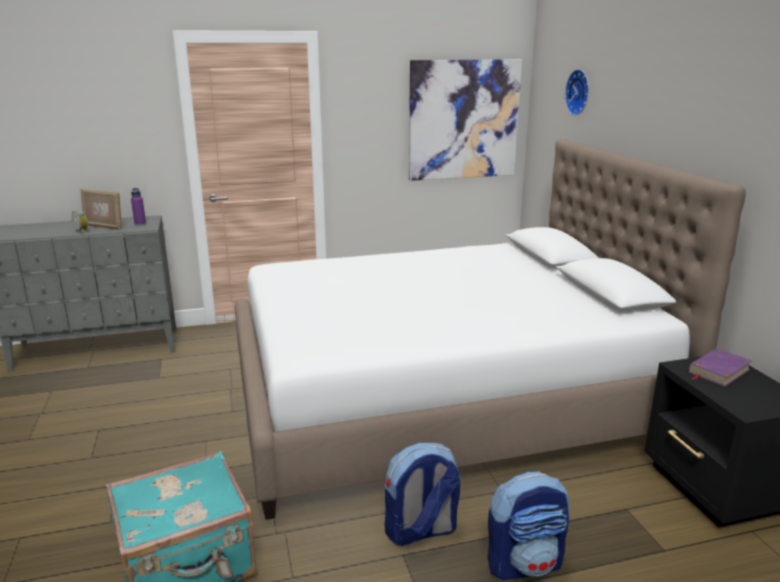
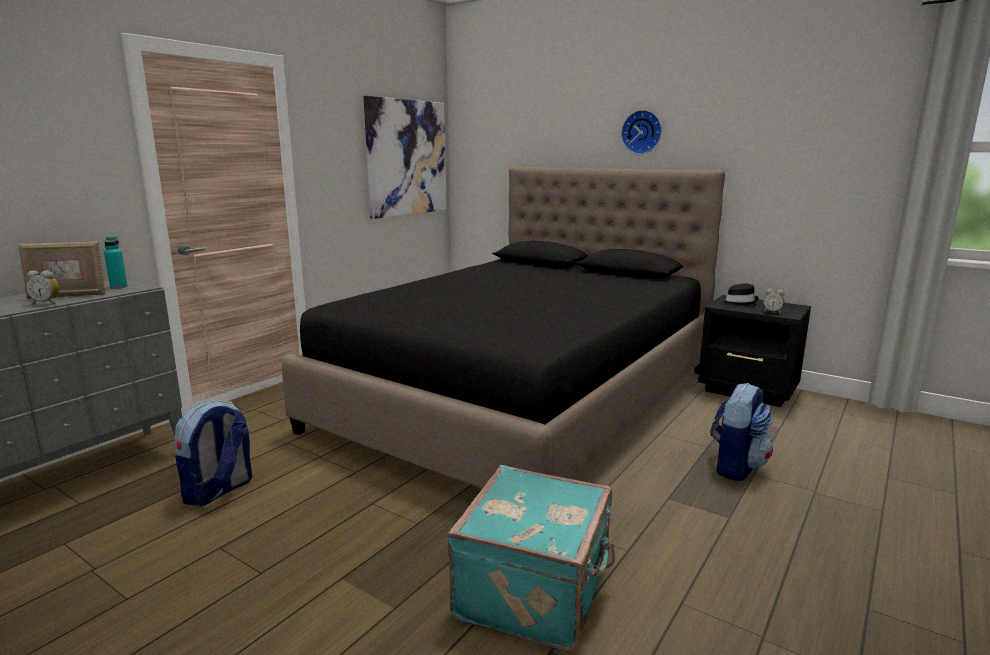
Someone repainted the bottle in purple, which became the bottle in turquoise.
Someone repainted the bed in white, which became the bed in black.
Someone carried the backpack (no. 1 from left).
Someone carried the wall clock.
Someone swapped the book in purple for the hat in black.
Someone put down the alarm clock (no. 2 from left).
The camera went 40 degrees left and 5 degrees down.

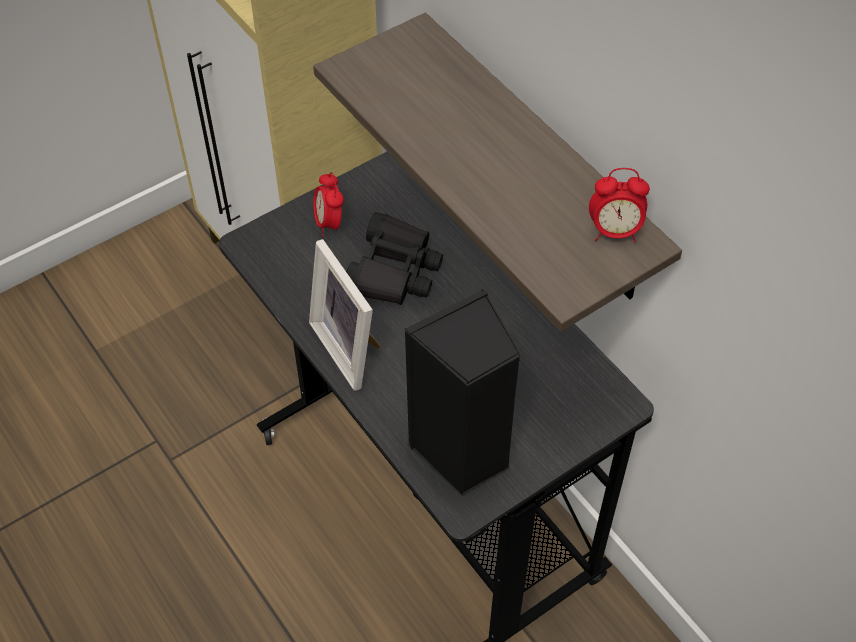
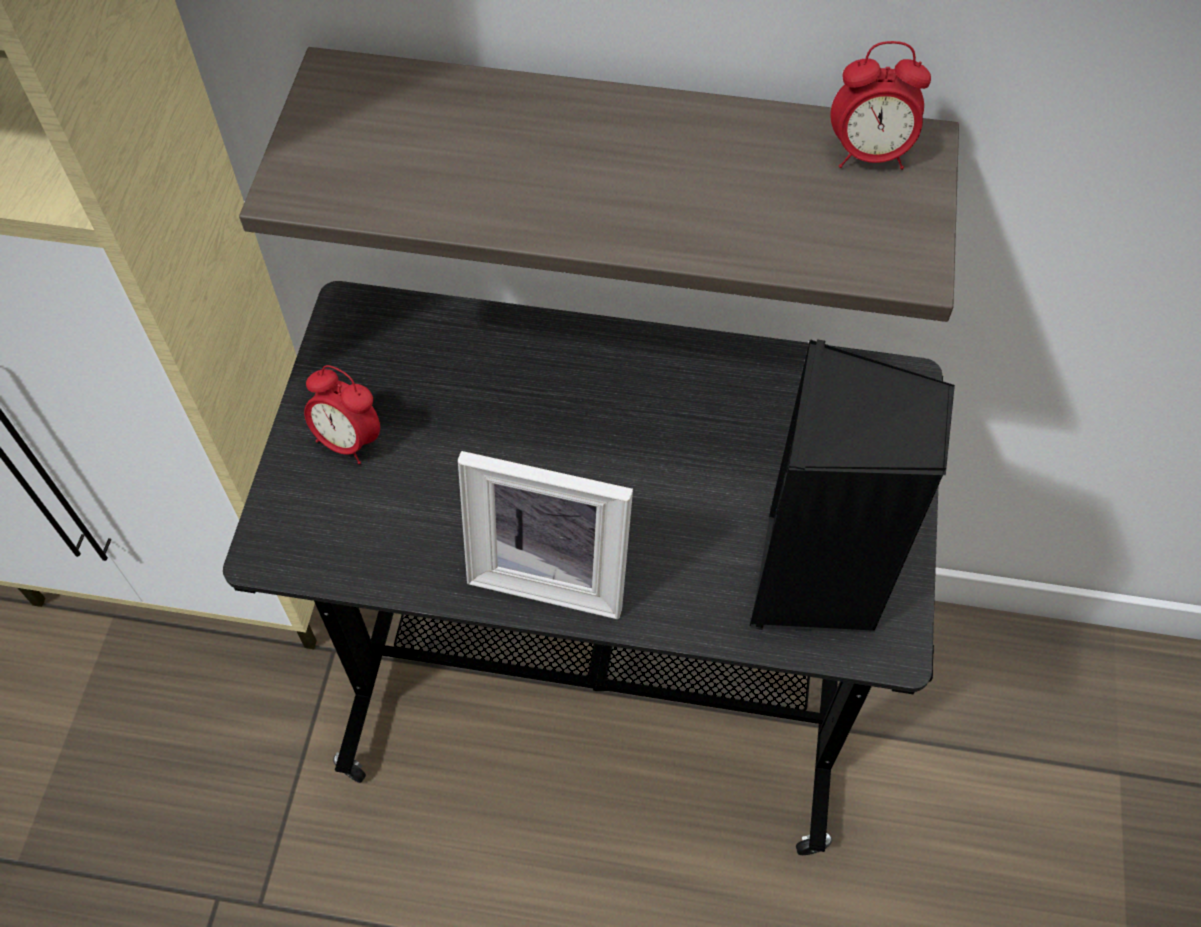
Someone took away the binoculars in black.
Someone rotated the alarm clock (no. 2 from left) by 45 degrees clockwise.
The camera went 45 degrees left and 5 degrees up.

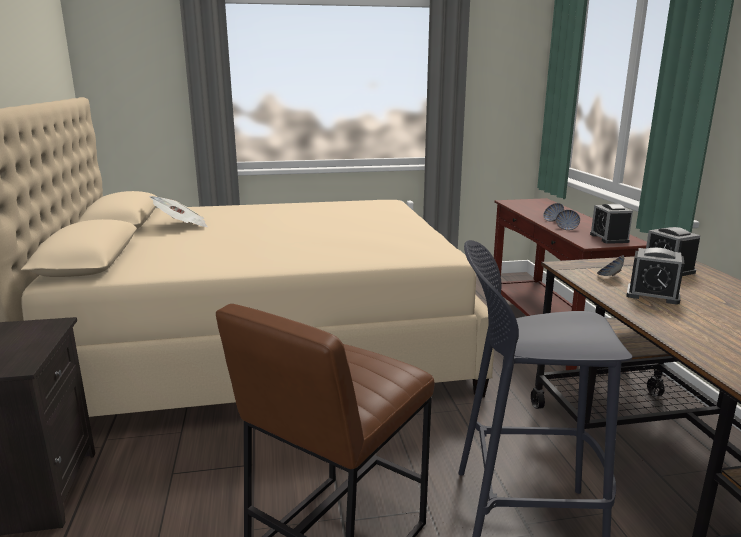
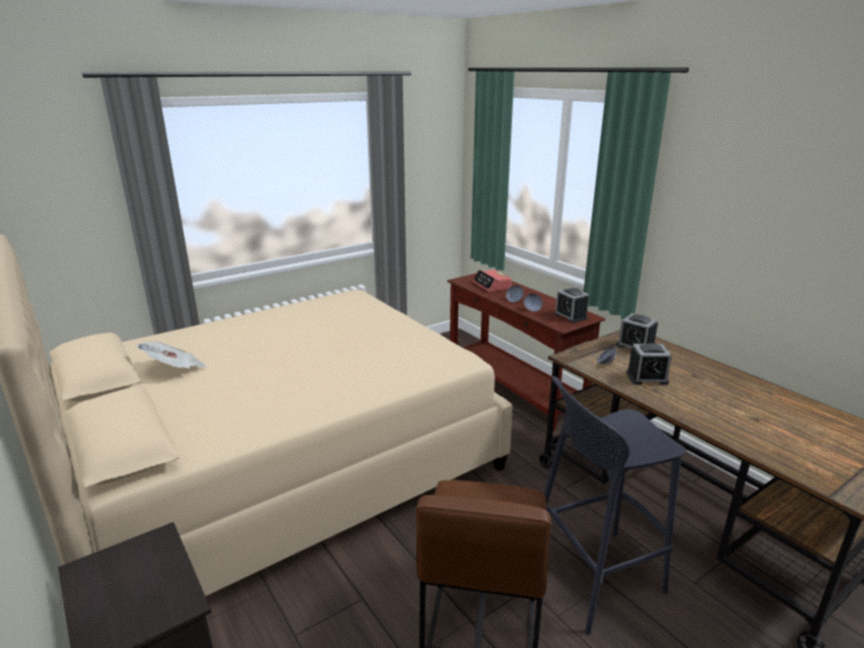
Someone put down the alarm clock (no. 1 from left).
The camera went 25 degrees left and 5 degrees up.

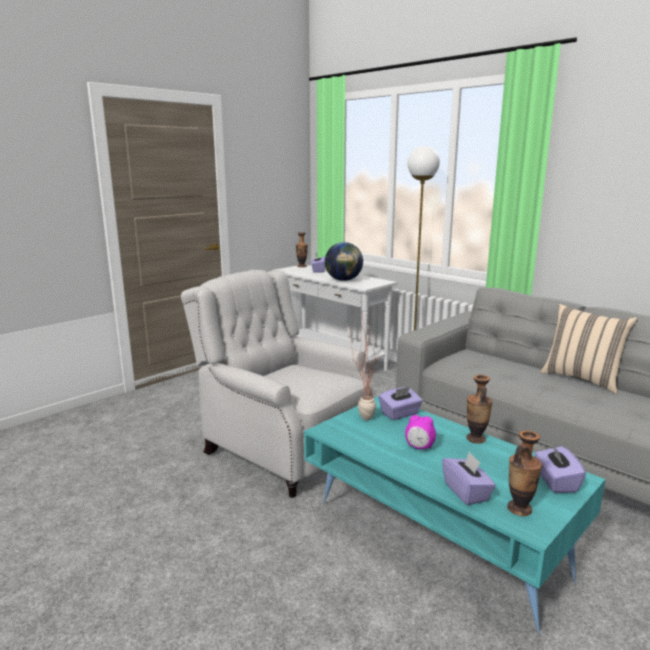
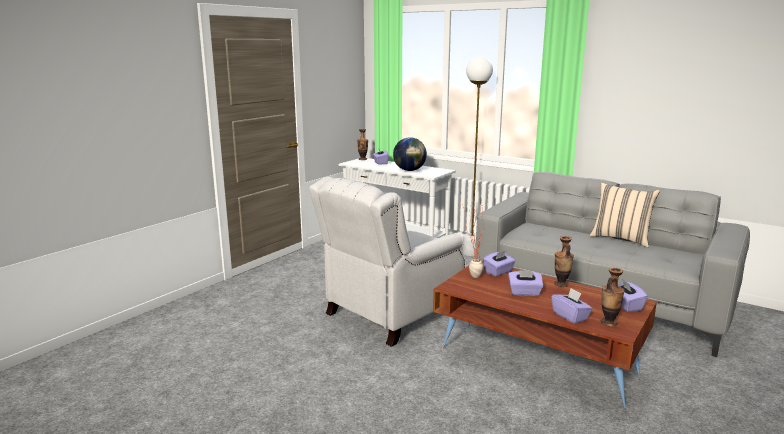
Someone rotated the armchair in white by 75 degrees counterclockwise.
Someone repainted the coffee table in turquoise, which became the coffee table in brown.
Someone swapped the alarm clock for the tissue box in purple (no. 3 from left).
The camera went 10 degrees left and 0 degrees up.

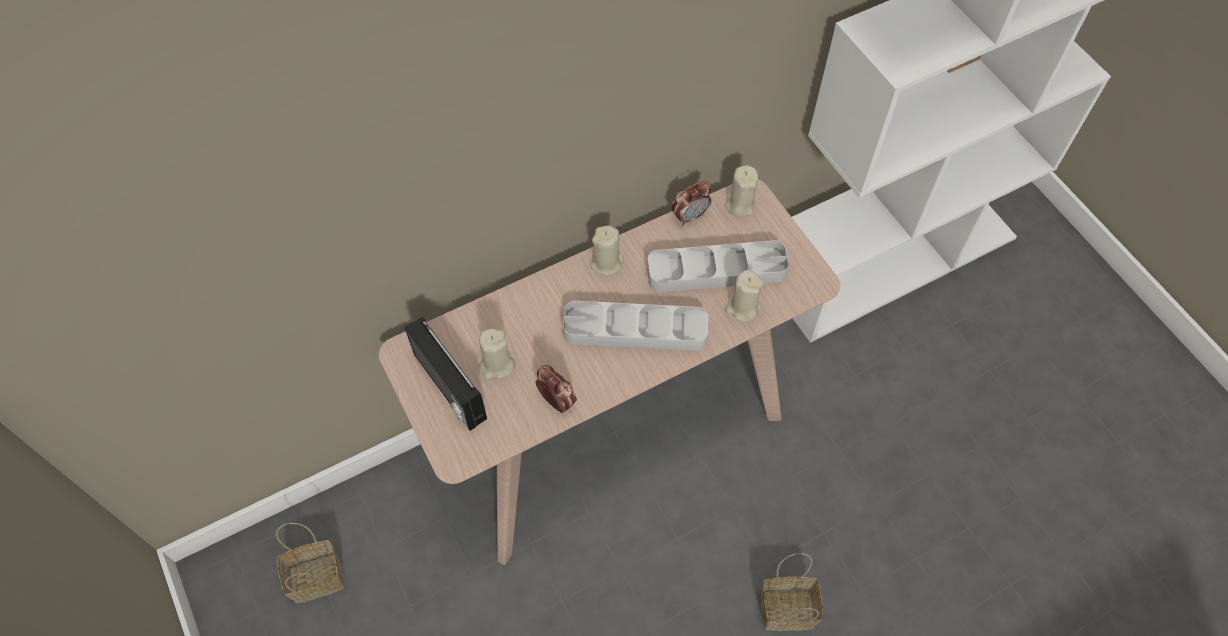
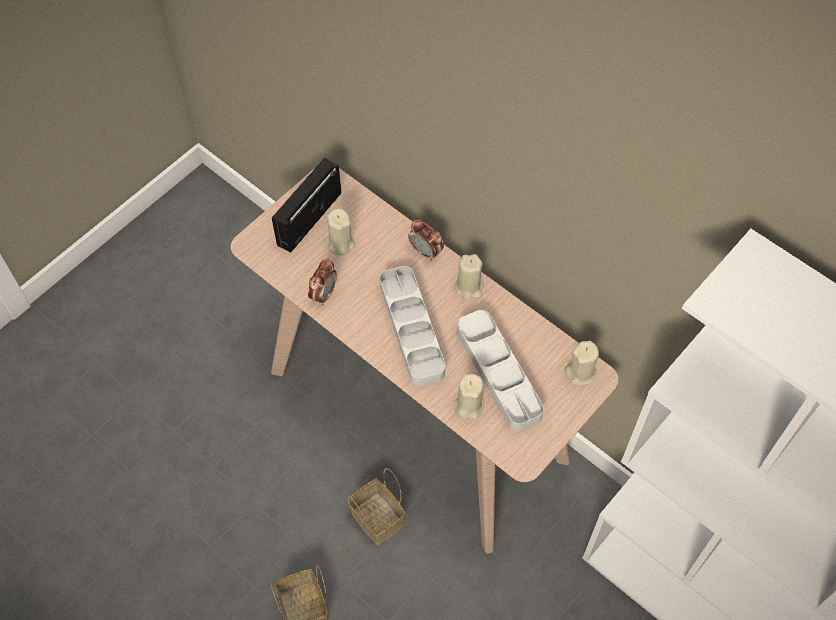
Someone carried the basket (no. 1 from left in the first image).
Someone carried the alarm clock (no. 2 from left).
The camera went 70 degrees right and 0 degrees up.

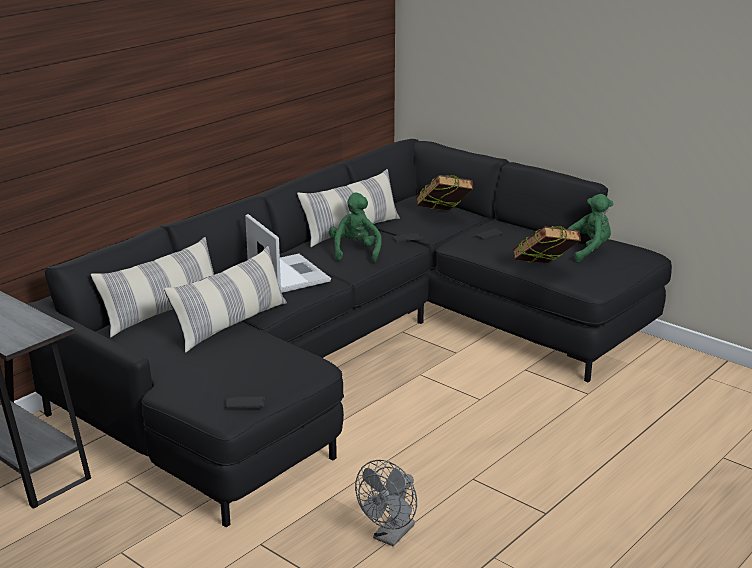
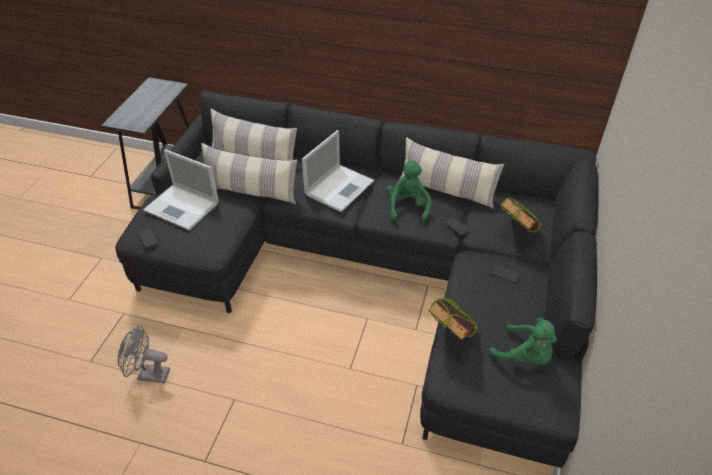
Someone rotated the plush toy in green (no. 1 from left) by 60 degrees counterclockwise.
Someone put down the laptop (no. 1 from left).
The camera went 65 degrees right and 20 degrees up.

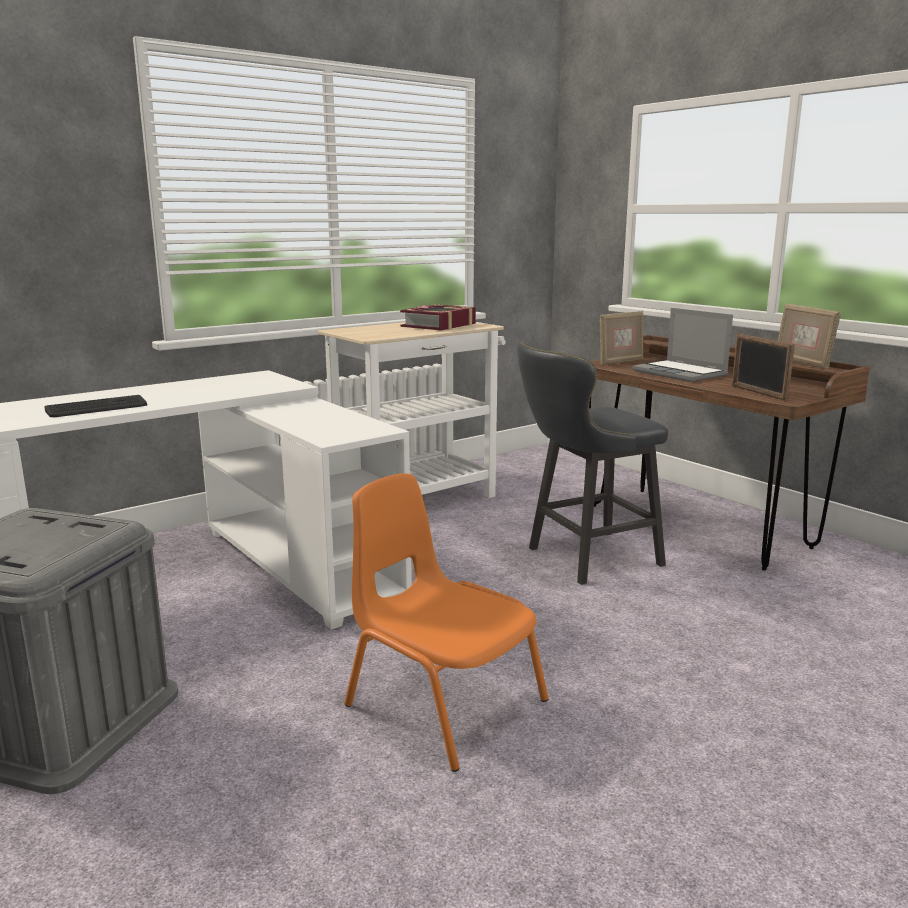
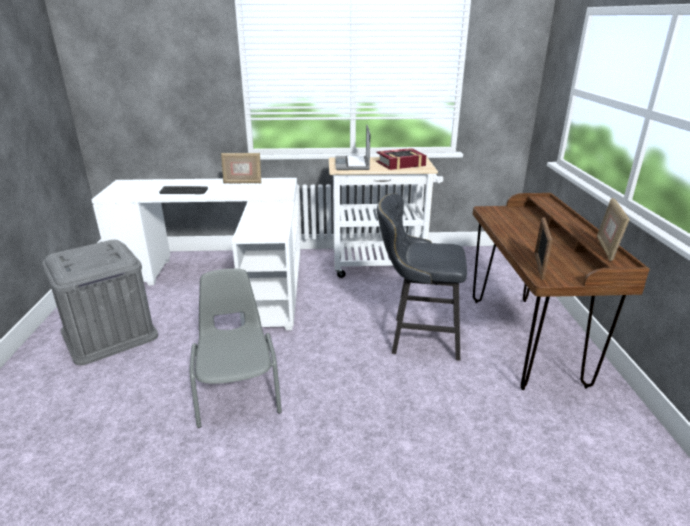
Someone repainted the chair in orange, which became the chair in grey.
Someone carried the picture frame (no. 1 from left).
Someone carried the laptop.
The camera went 35 degrees right and 10 degrees up.

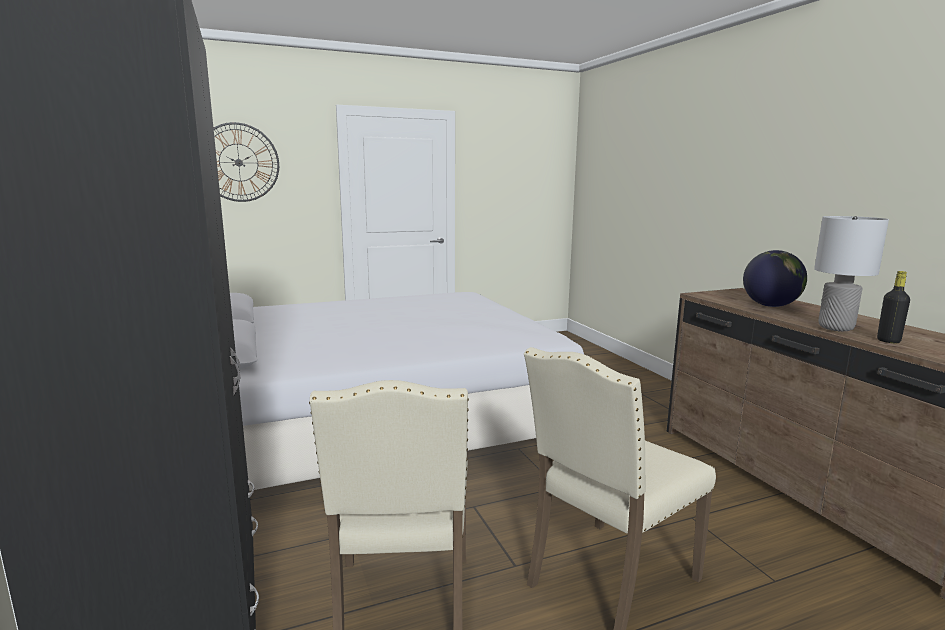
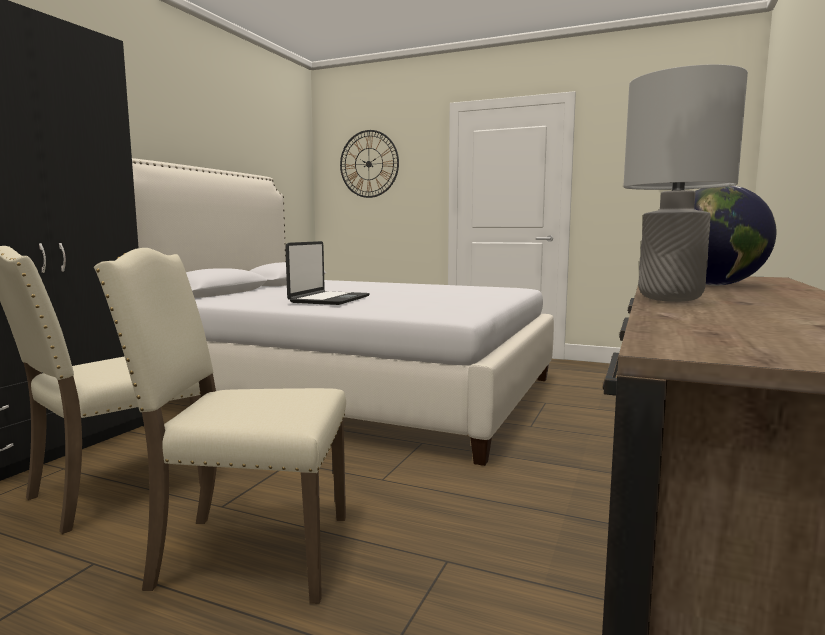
Someone took away the bottle in black.
Someone put down the laptop.
The camera went 45 degrees right and 5 degrees down.

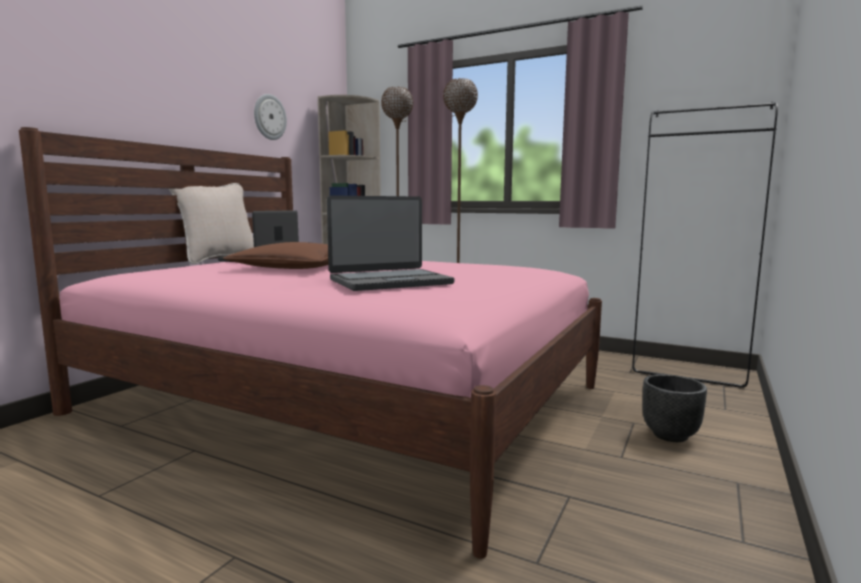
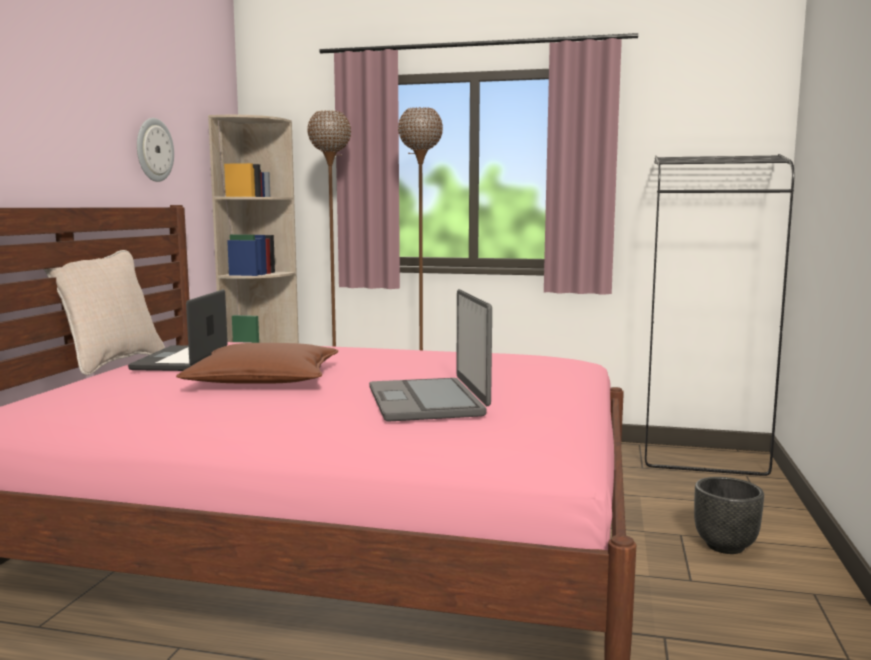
Someone rotated the laptop (no. 2 from left) by 120 degrees clockwise.
The camera went 15 degrees left and 0 degrees up.

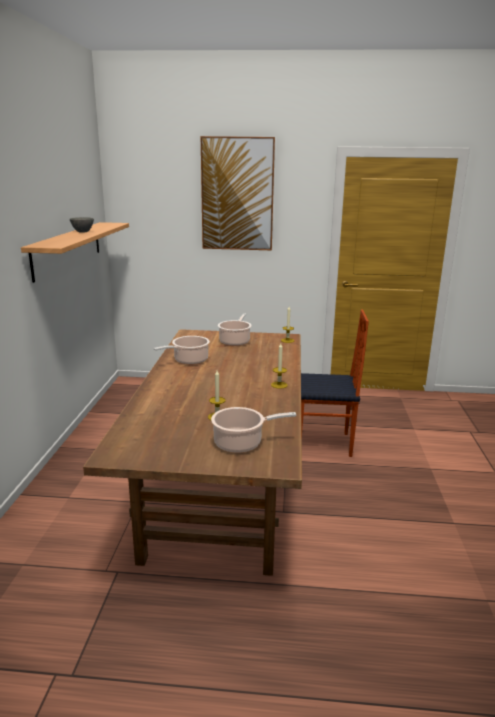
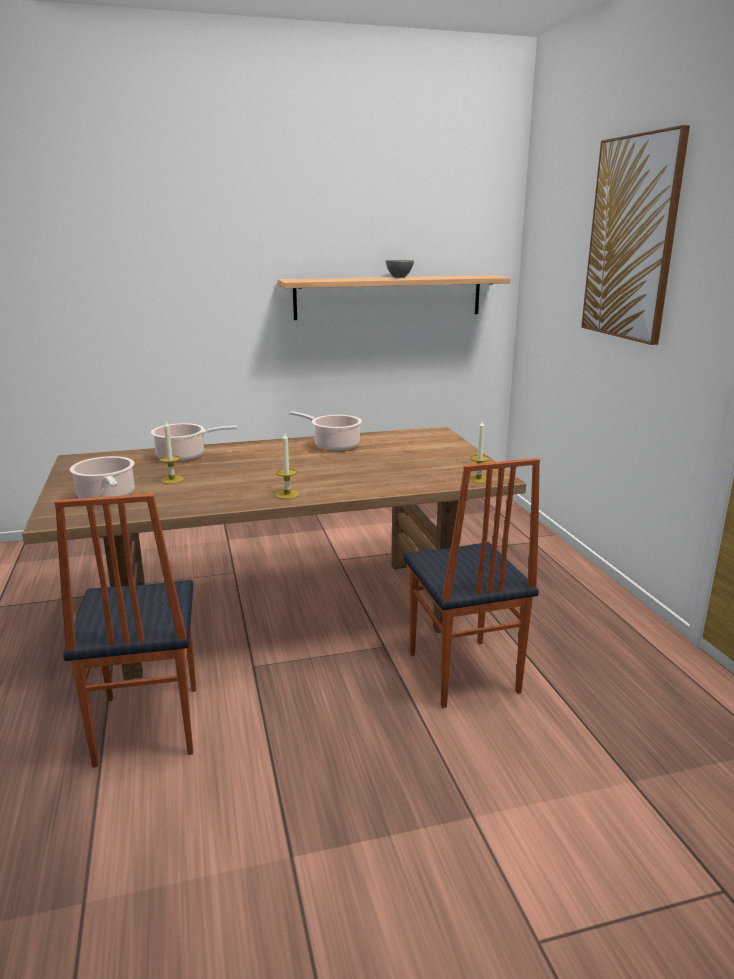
Someone carried the cooking pot (no. 2 from left).
Someone put down the chair (no. 1 from left).
The camera went 70 degrees right and 0 degrees up.

